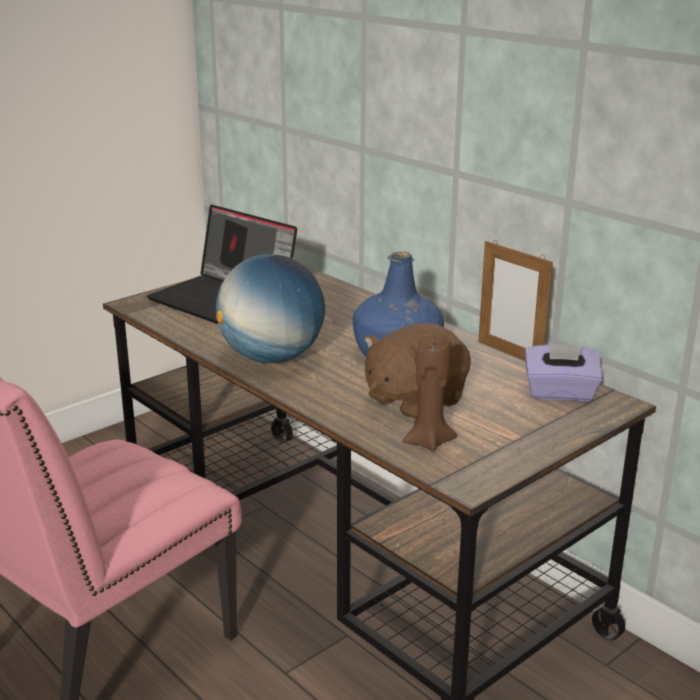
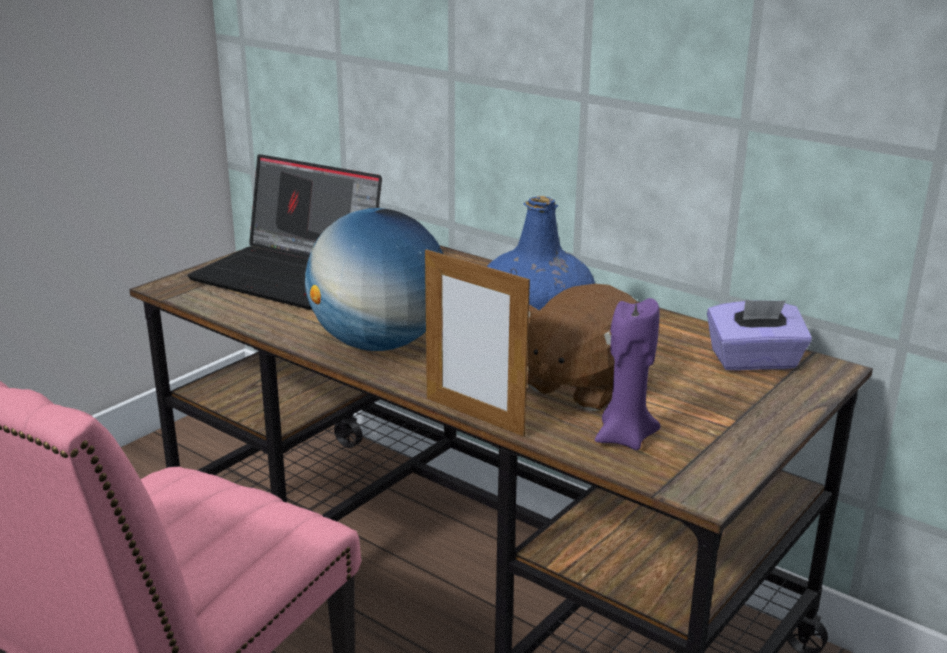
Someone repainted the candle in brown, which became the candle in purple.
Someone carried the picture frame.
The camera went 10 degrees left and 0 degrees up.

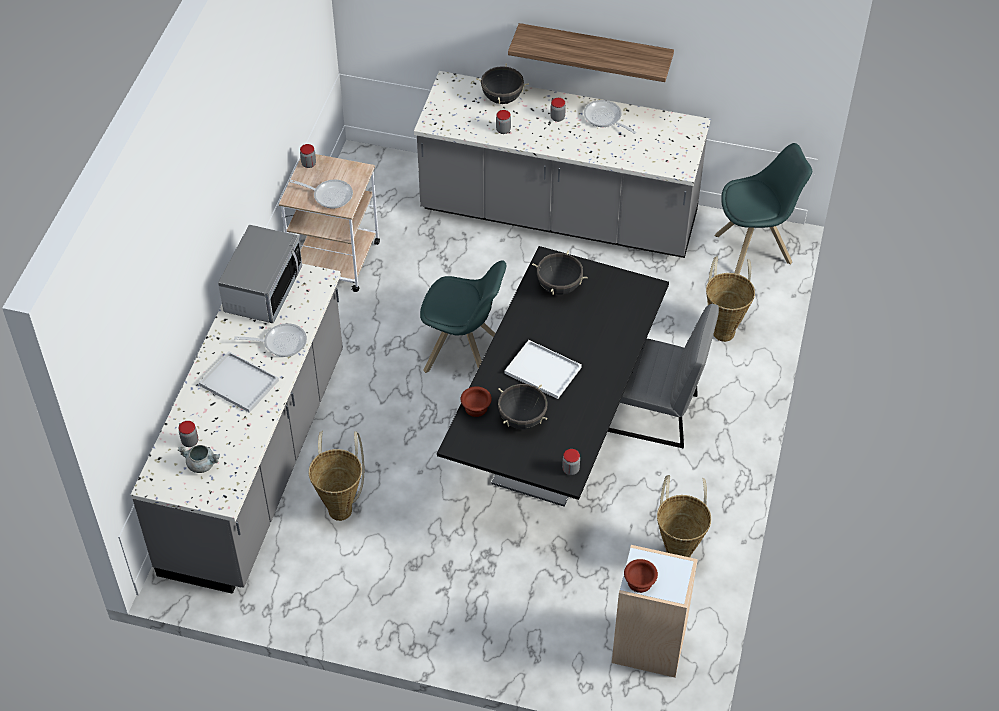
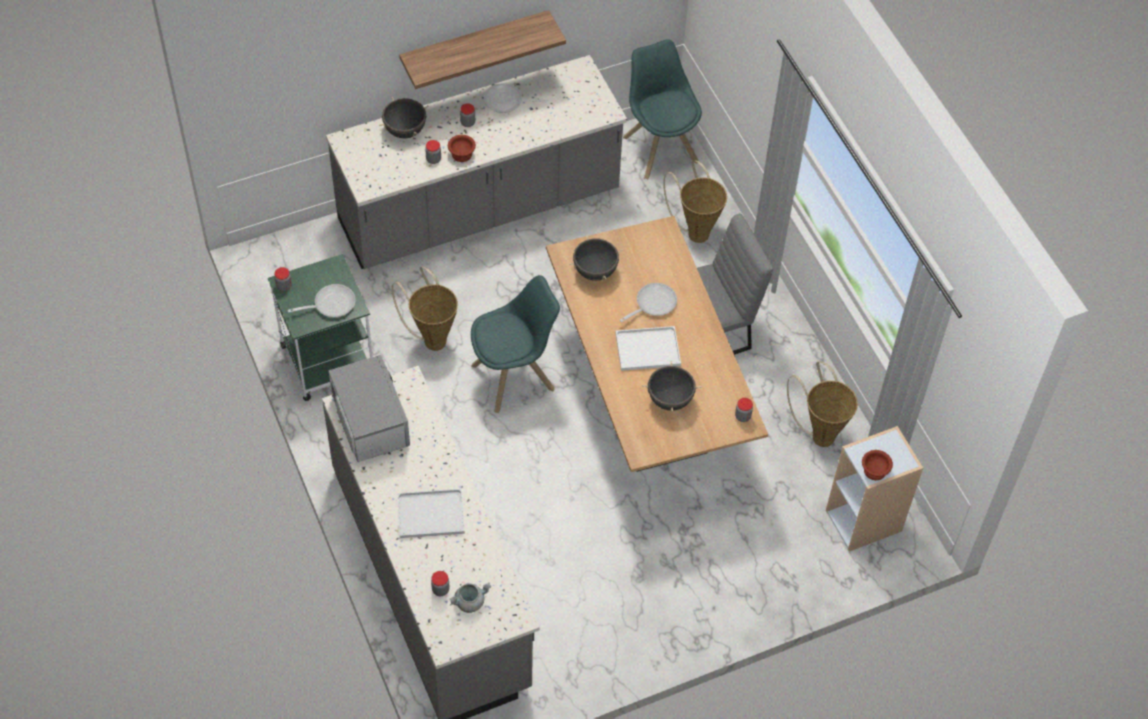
Someone carried the frying pan (no. 1 from left in the first image).
Someone repainted the cart in beige, which became the cart in green.
Someone carried the basket (no. 1 from left).
Someone repainted the dining table in black, which became the dining table in beige.
Someone carried the bowl in brown (no. 1 from left).
Someone rotated the chair in turquoise (no. 2 from left) by 60 degrees counterclockwise.
The camera went 40 degrees left and 5 degrees up.

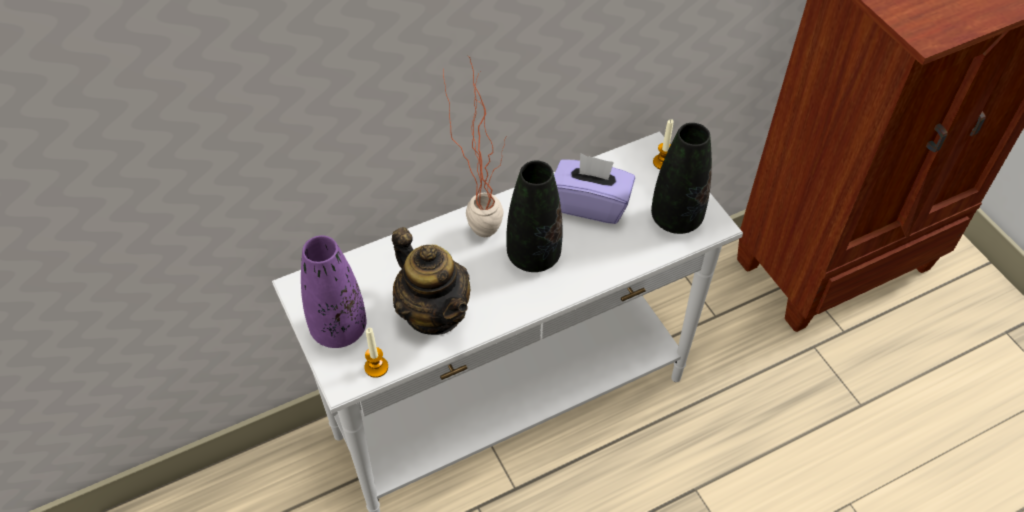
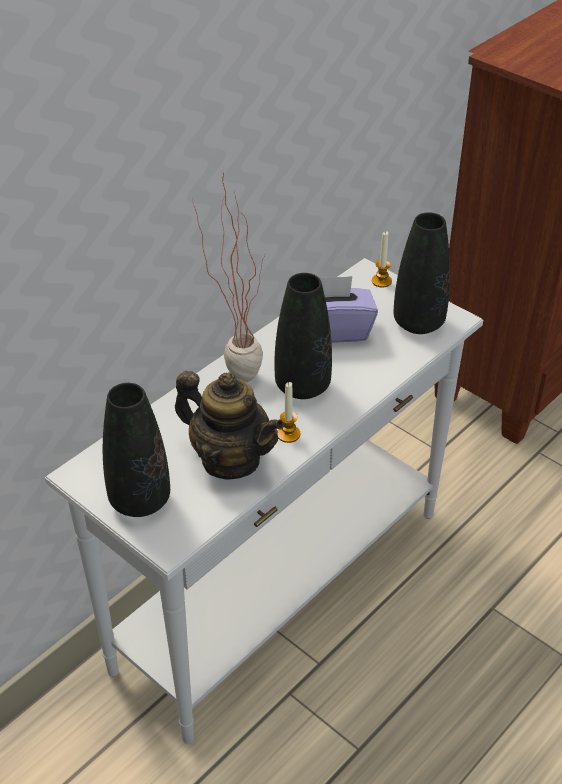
Someone repainted the vase in purple, which became the vase in black (no. 1 from left).
Someone carried the candle (no. 1 from left).
The camera went 20 degrees left and 10 degrees down.

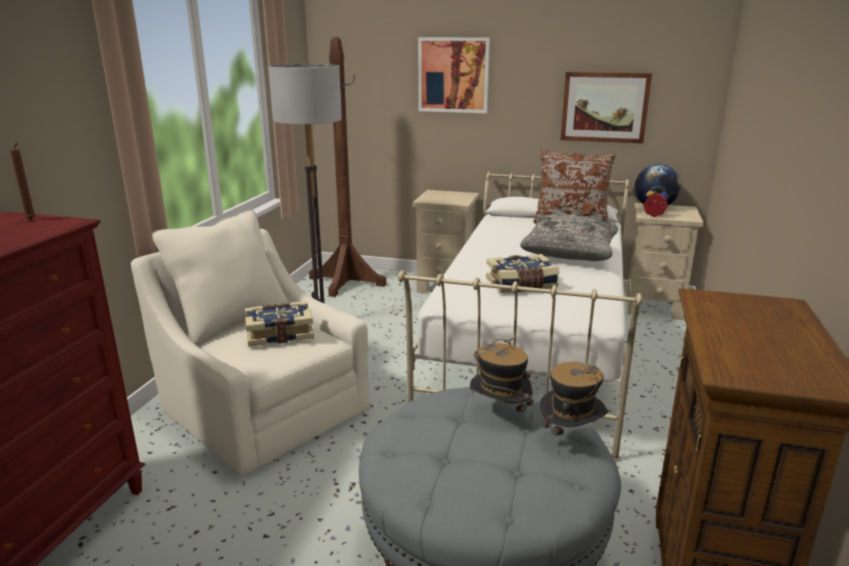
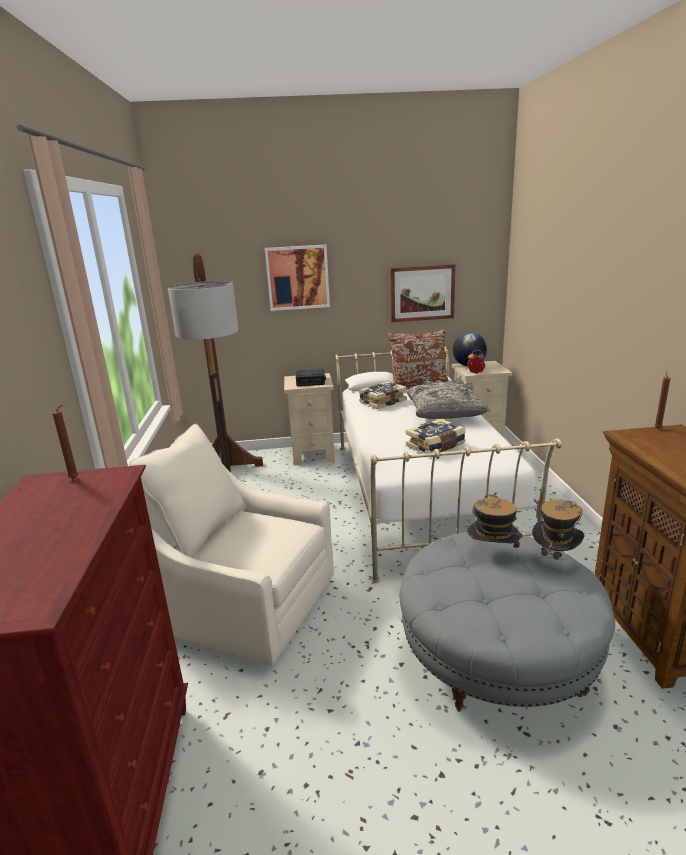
Someone carried the book (no. 1 from left).
Someone put down the alarm clock (no. 1 from left).
Someone put down the candle in brown (no. 2 from left).
The camera went 20 degrees left and 0 degrees up.

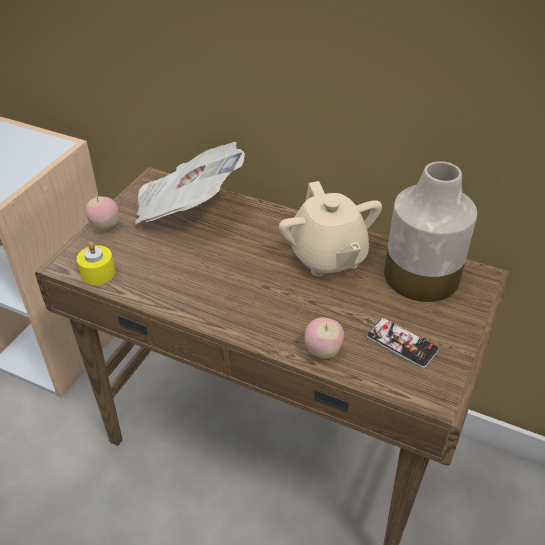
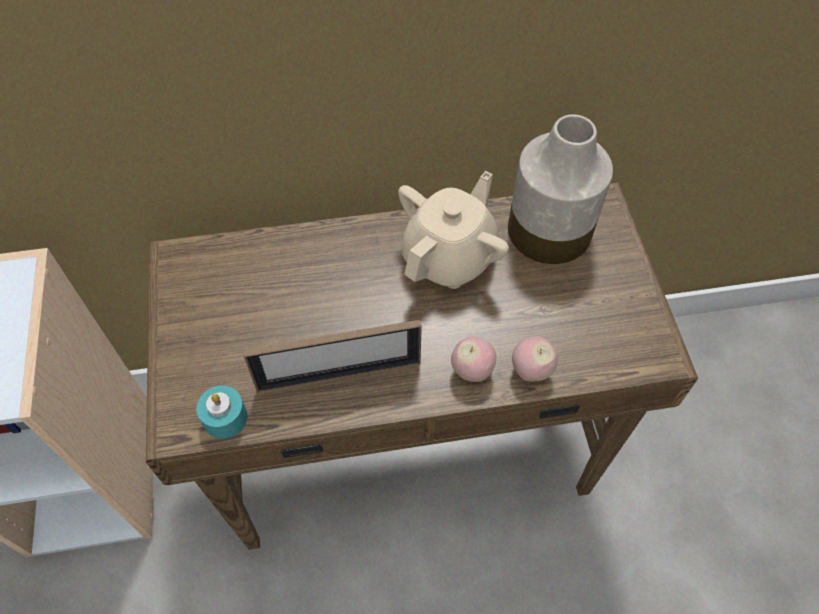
Someone repainted the candle in yellow, which became the candle in turquoise.
Someone carried the apple (no. 1 from left).
Someone took away the newspaper.
Someone rotated the teapot in beige by 90 degrees counterclockwise.
Someone took away the phone.
Someone put down the picture frame.
The camera went 35 degrees left and 15 degrees up.

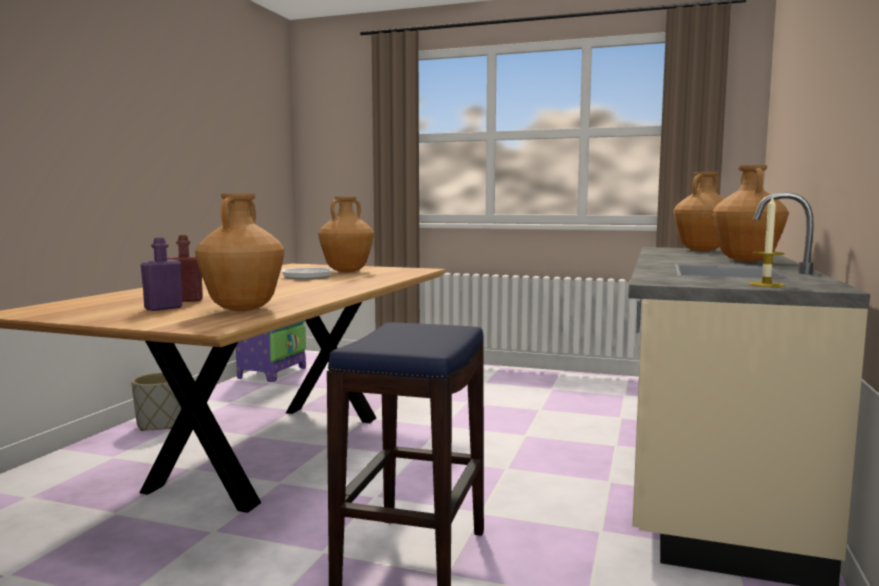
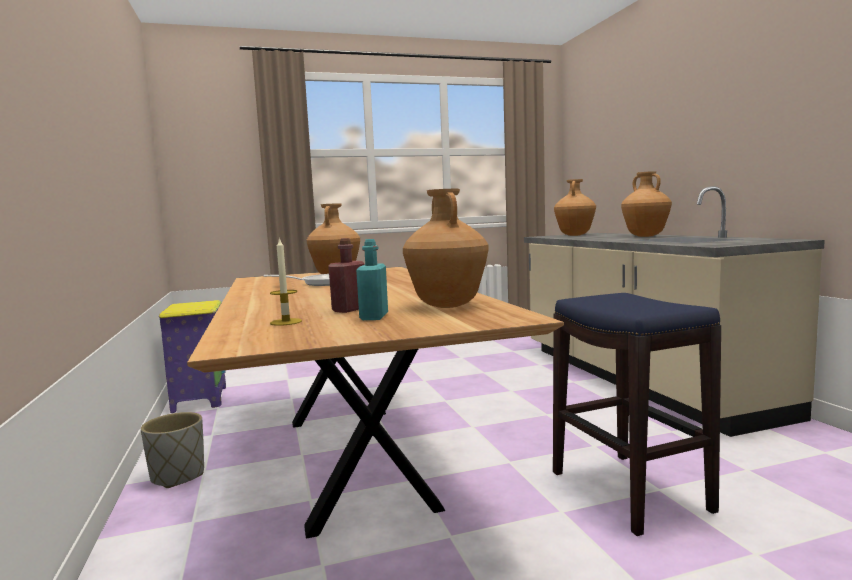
Someone repainted the bottle in purple, which became the bottle in turquoise.
Someone carried the candle.
The camera went 35 degrees left and 0 degrees up.

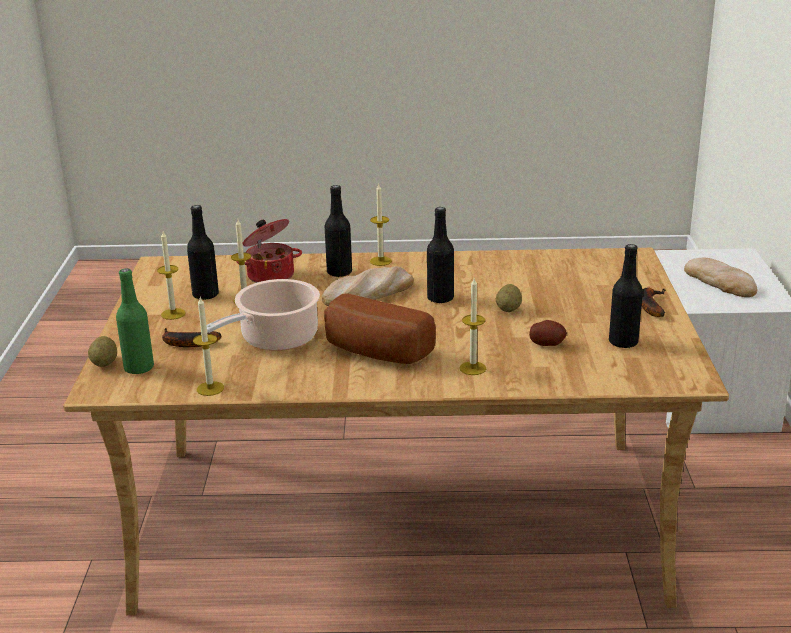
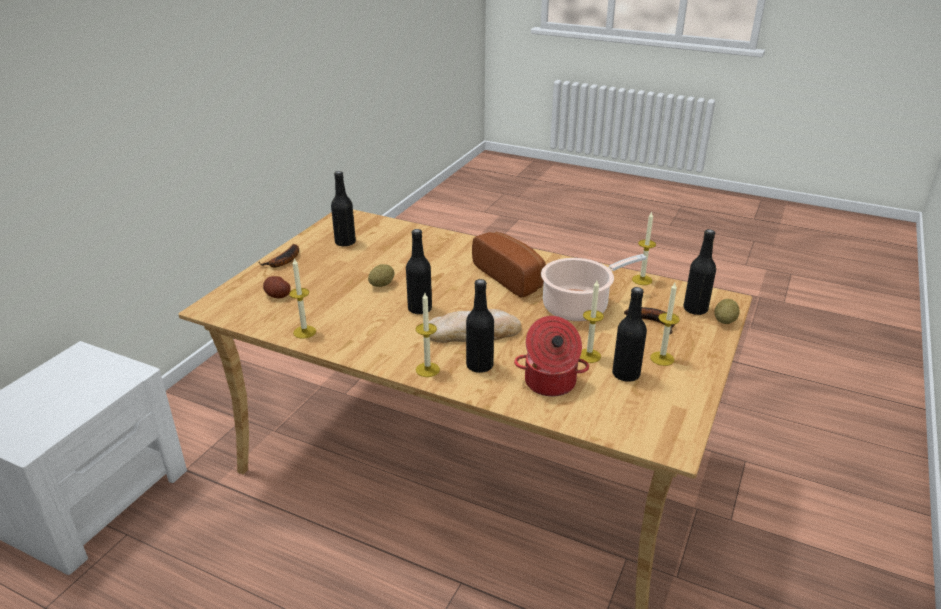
Someone repainted the bottle in green, which became the bottle in black (no. 5 from left).
Someone carried the candle (no. 5 from left in the first image).
Someone carried the potato (no. 3 from left in the first image).
Someone took away the bread (no. 3 from left).
The camera went 155 degrees left and 5 degrees up.

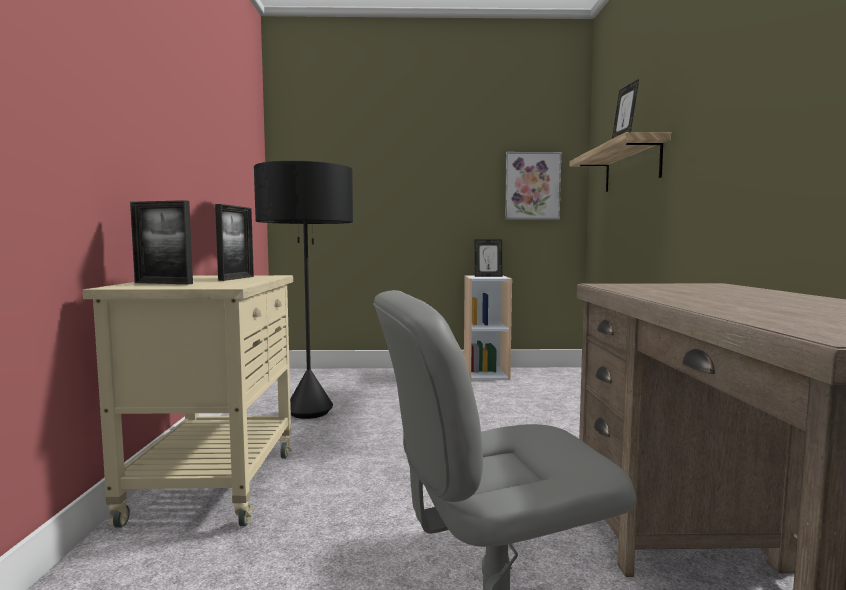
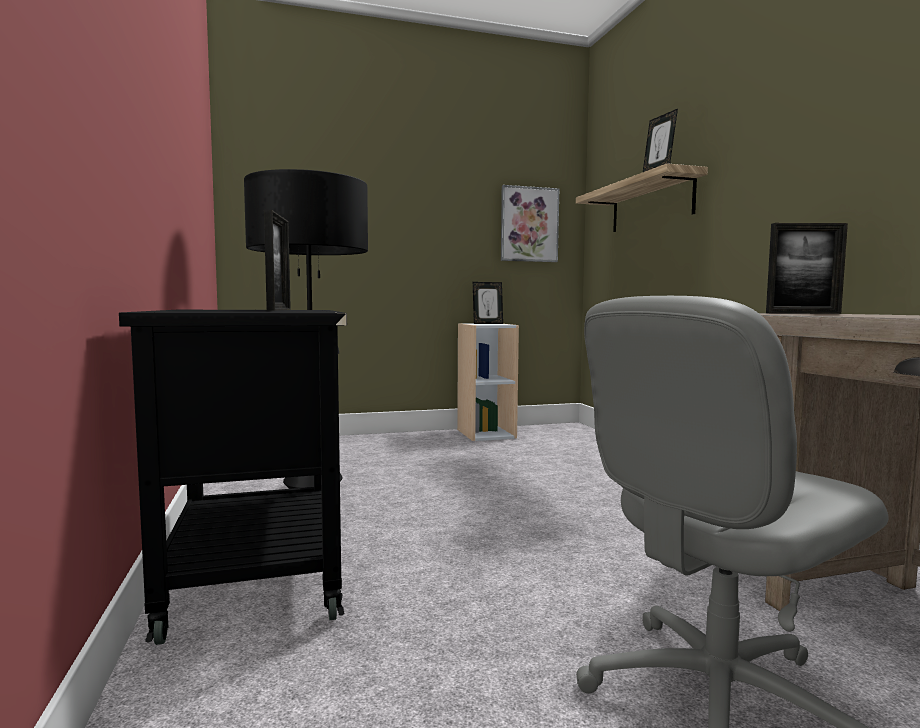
Someone repainted the cart in beige, which became the cart in black.
Someone carried the picture frame (no. 1 from left in the first image).
The camera went 15 degrees left and 0 degrees up.

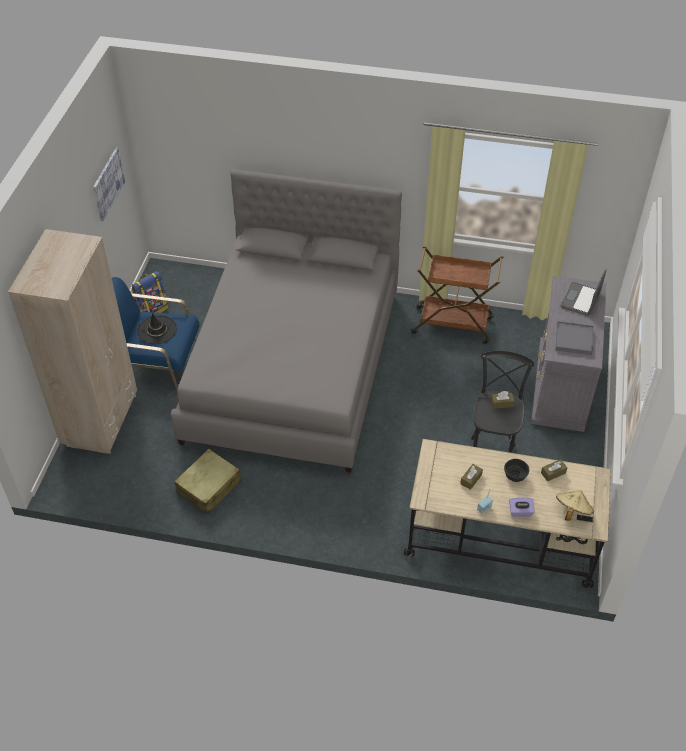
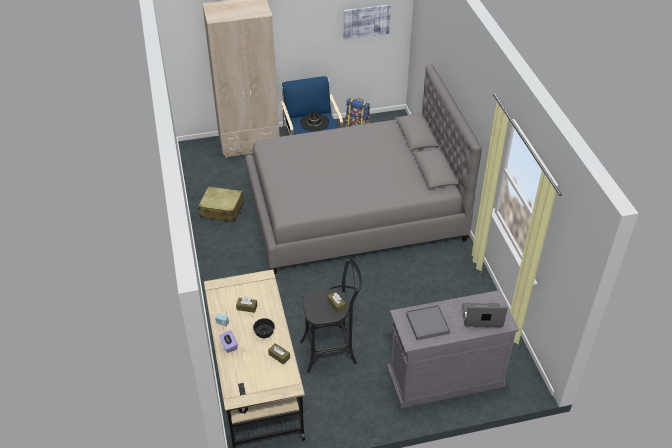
Someone took away the cart in brown.
Someone took away the hat in beige.
The camera went 65 degrees right and 5 degrees down.

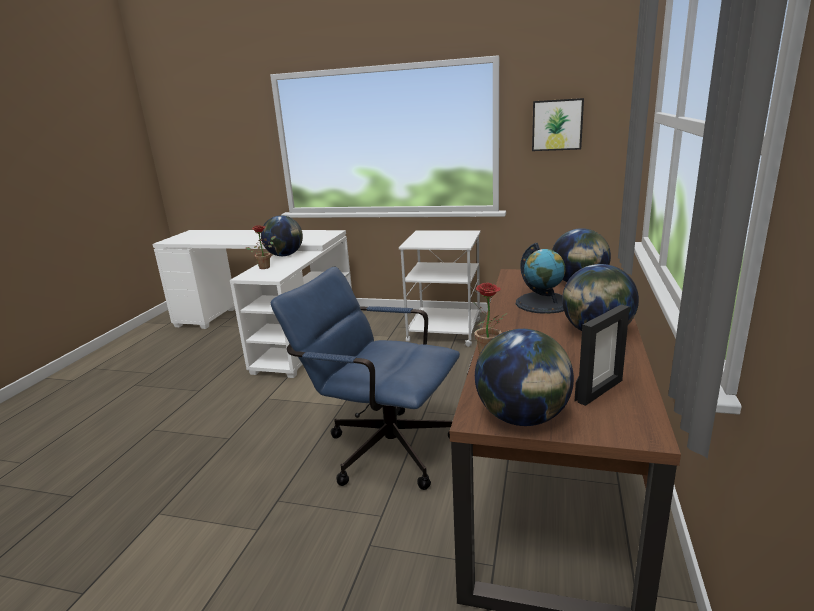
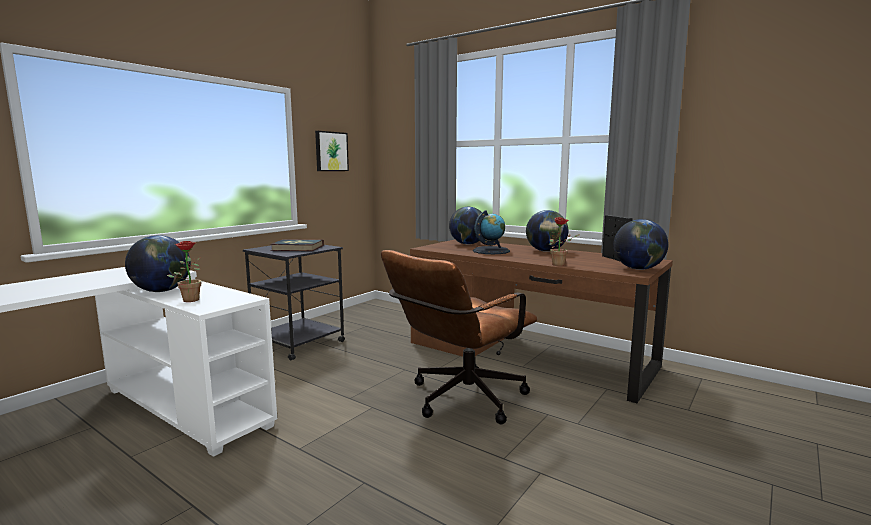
Someone repainted the office chair in blue, which became the office chair in brown.
Someone repainted the cart in white, which became the cart in black.
Someone put down the book.
The camera went 70 degrees left and 10 degrees down.

